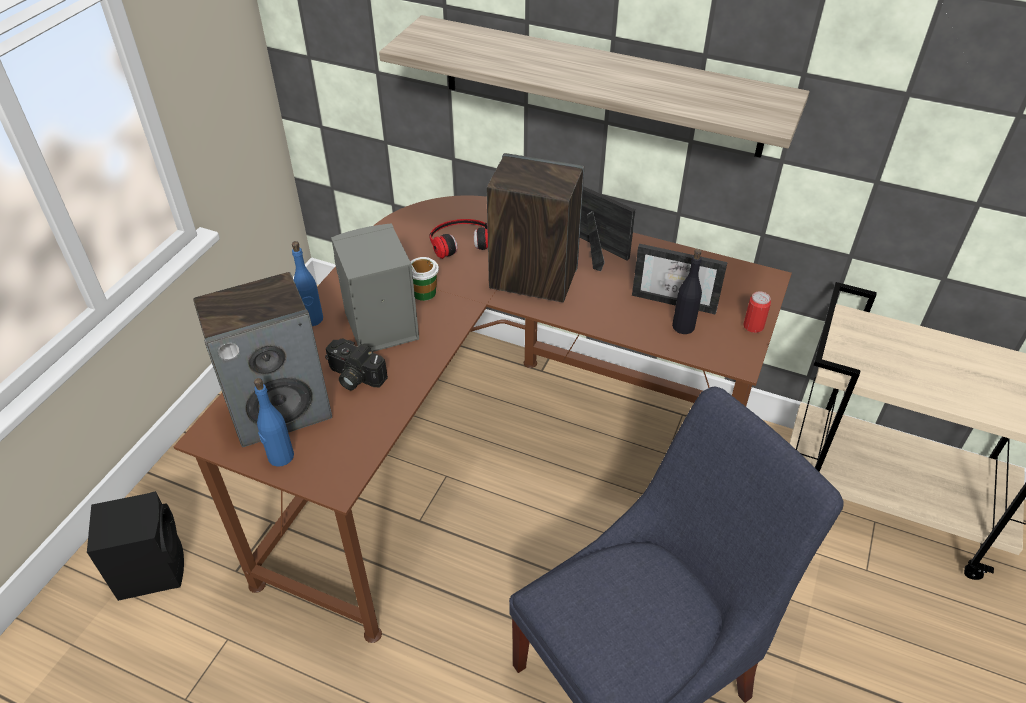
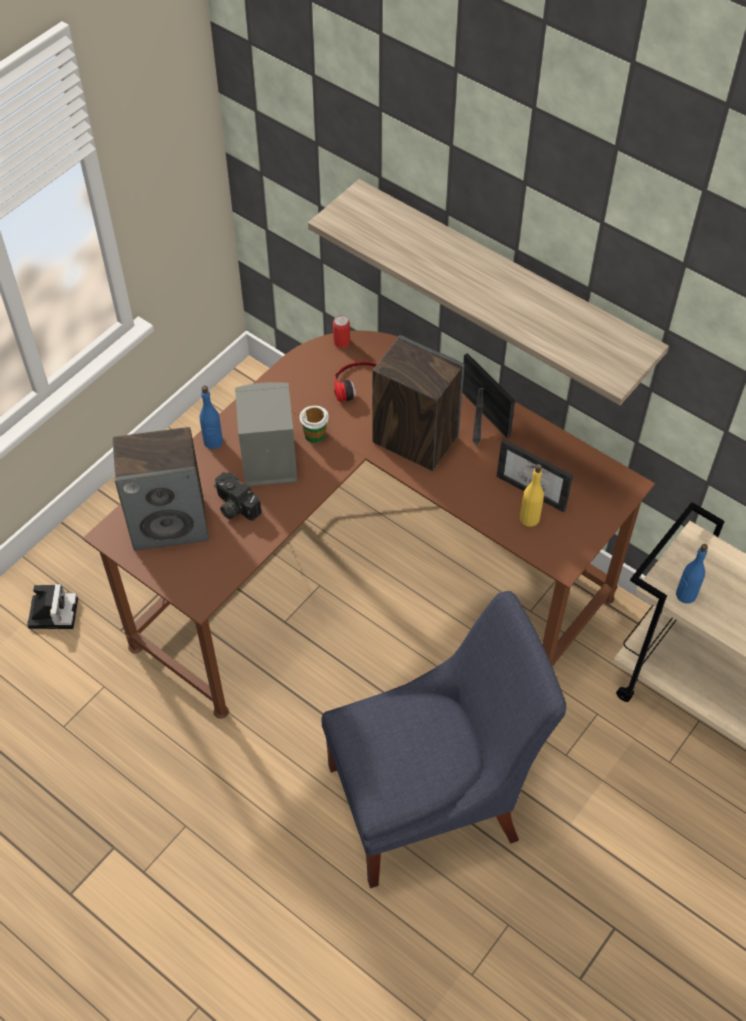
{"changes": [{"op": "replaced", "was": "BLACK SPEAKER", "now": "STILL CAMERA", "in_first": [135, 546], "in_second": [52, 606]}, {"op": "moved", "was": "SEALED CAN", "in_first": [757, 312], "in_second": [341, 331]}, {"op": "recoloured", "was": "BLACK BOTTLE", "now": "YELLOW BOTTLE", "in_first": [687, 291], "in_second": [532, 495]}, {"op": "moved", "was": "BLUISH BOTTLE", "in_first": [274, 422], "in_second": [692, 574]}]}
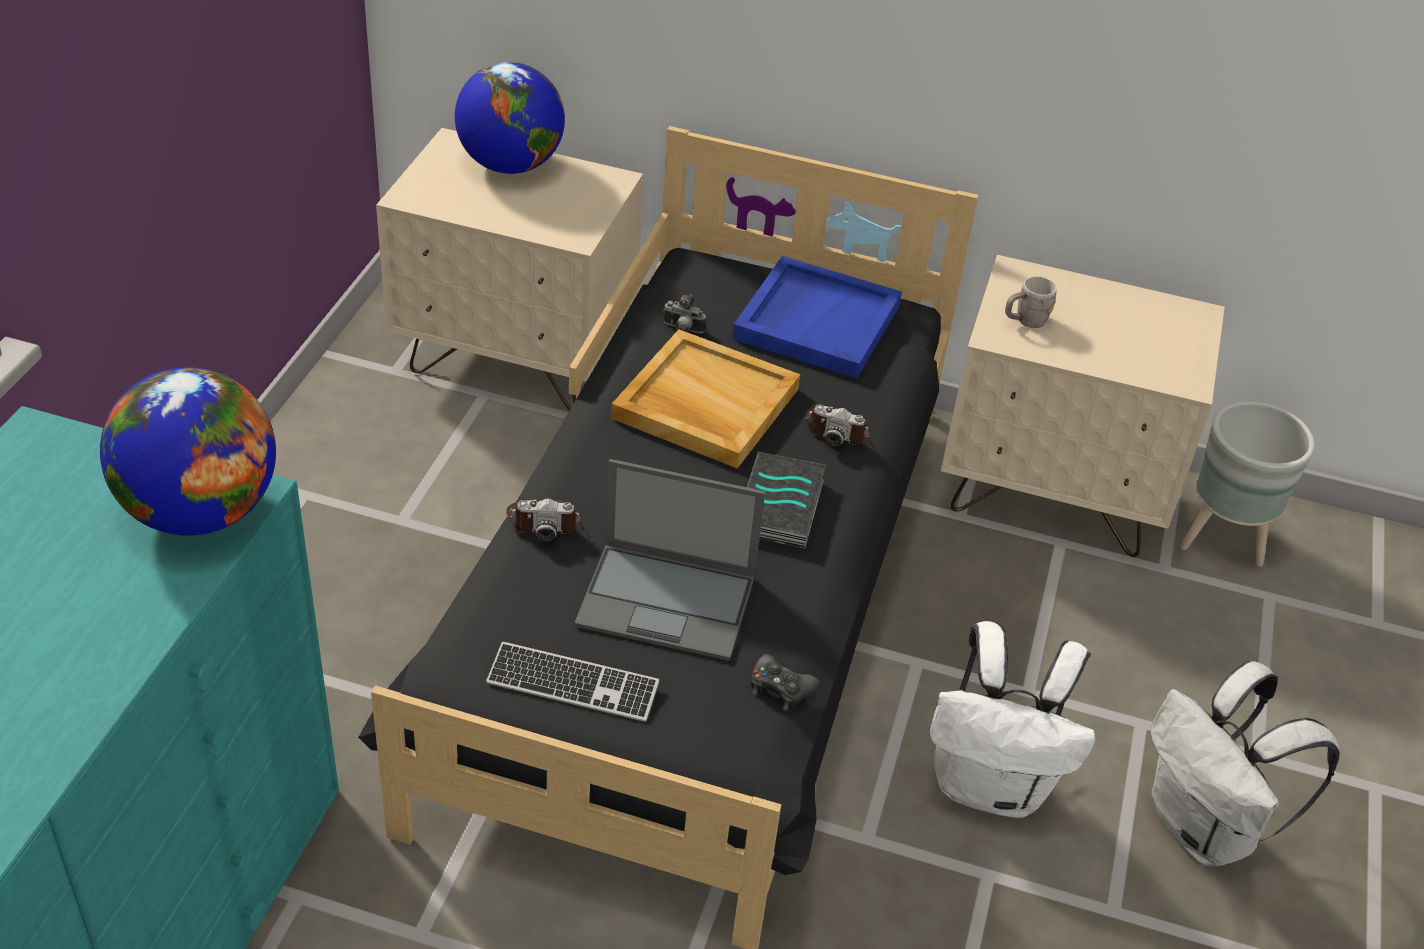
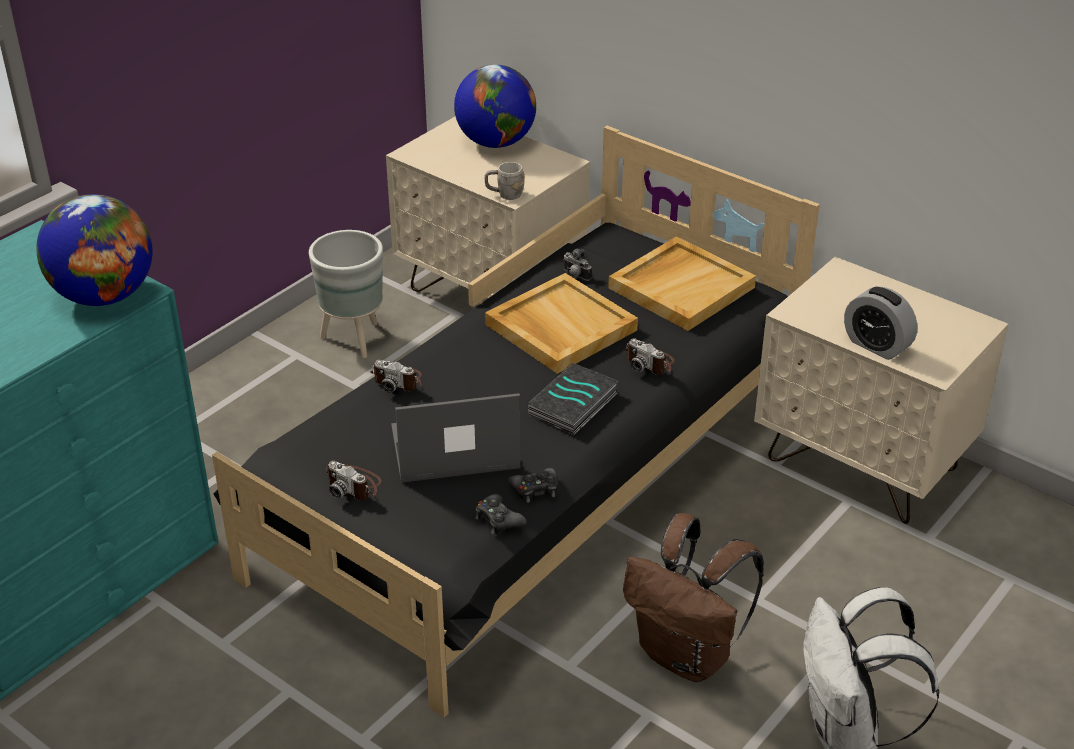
{"changes": [{"op": "moved", "was": "GRAY PLANT POT", "in_first": [1247, 484], "in_second": [346, 294]}, {"op": "replaced", "was": "PC KEYBOARD", "now": "STILL CAMERA", "in_first": [572, 682], "in_second": [353, 481]}, {"op": "turned", "was": "NOTEBOOK COMPUTER", "in_first": [669, 560], "in_second": [455, 438], "clockwise": 135}, {"op": "moved", "was": "GRAY MUG", "in_first": [1031, 302], "in_second": [505, 181]}, {"op": "added", "now": "BLACK GAME CONTROLLER", "in_second": [533, 485]}, {"op": "recoloured", "was": "BLUISH TRAY", "now": "SAND-COLOURED TRAY", "in_first": [817, 317], "in_second": [682, 283]}, {"op": "recoloured", "was": "WHITE KNAPSACK", "now": "BROWN-COLOURED KNAPSACK", "in_first": [1012, 719], "in_second": [693, 597]}, {"op": "added", "now": "TABLE CLOCK", "in_second": [881, 323]}]}
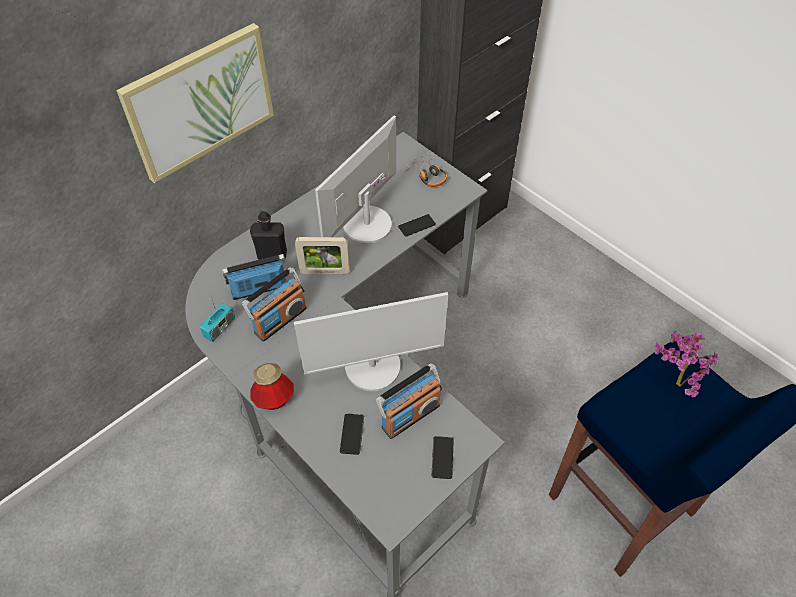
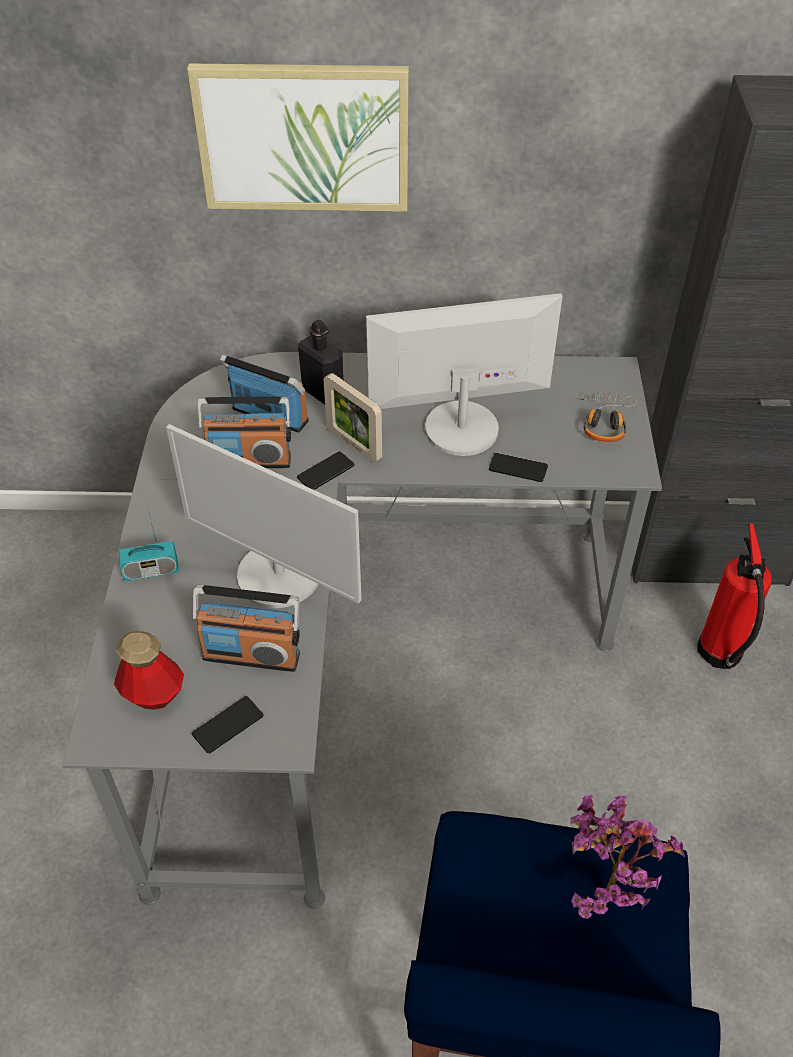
{"changes": [{"op": "moved", "was": "BOTTLE", "in_first": [272, 386], "in_second": [149, 670]}, {"op": "moved", "was": "RADIO RECEIVER", "in_first": [217, 319], "in_second": [148, 545]}, {"op": "moved", "was": "TELEPHONE", "in_first": [352, 434], "in_second": [326, 470]}, {"op": "added", "now": "EXTINGUISHER", "in_second": [734, 596]}]}
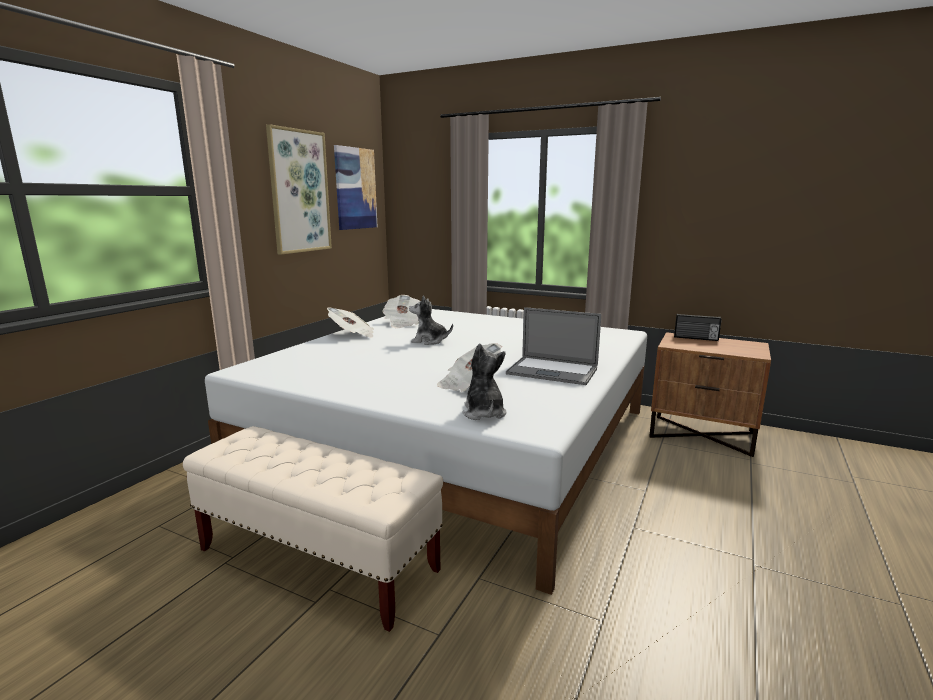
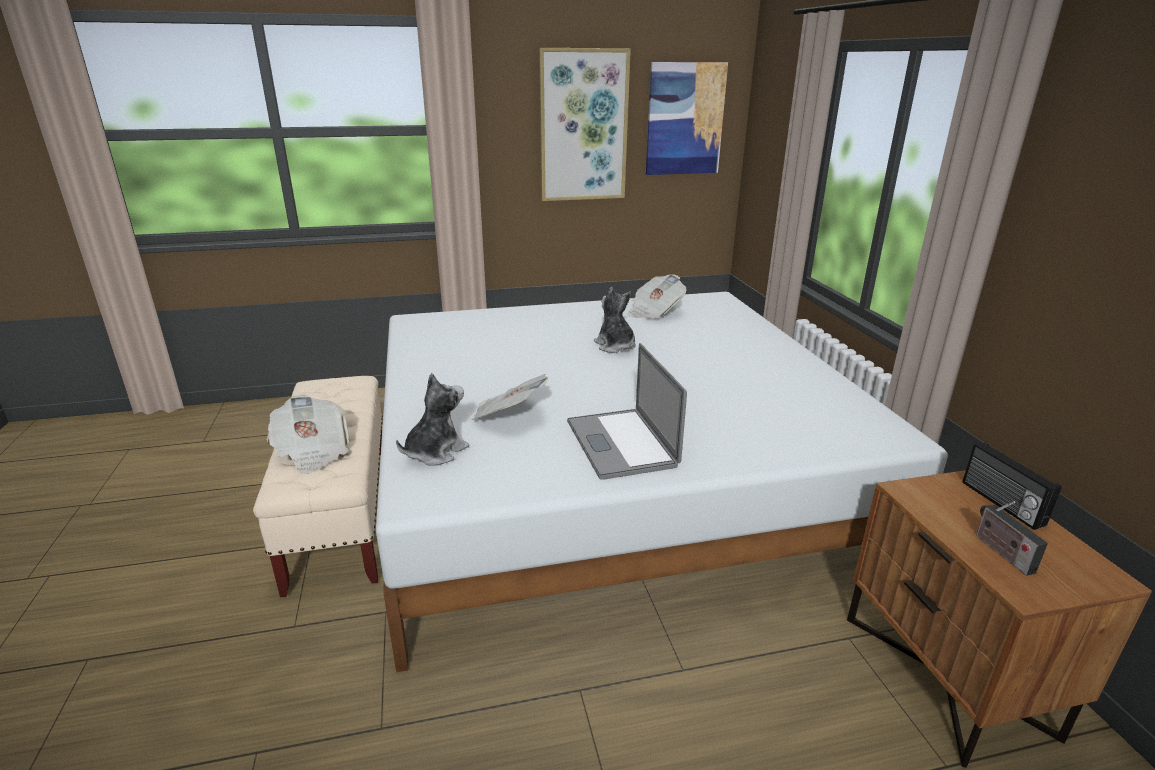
{"changes": [{"op": "moved", "was": "NEWSPAPER", "in_first": [350, 322], "in_second": [308, 434]}, {"op": "added", "now": "RADIO RECEIVER", "in_second": [1012, 538]}]}
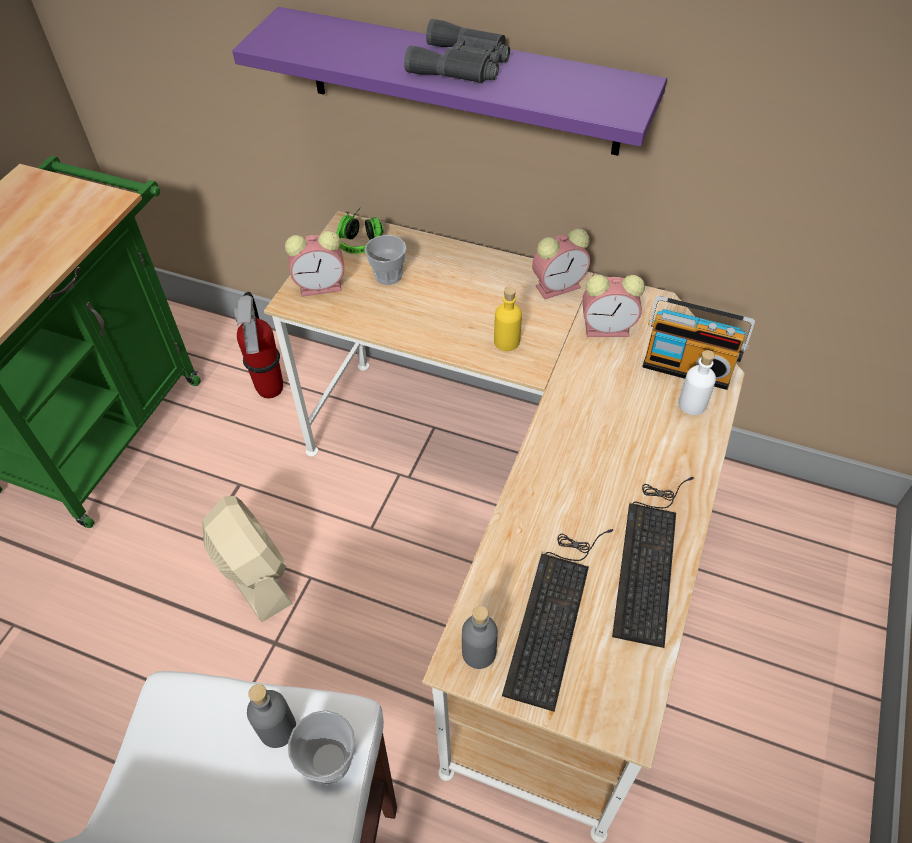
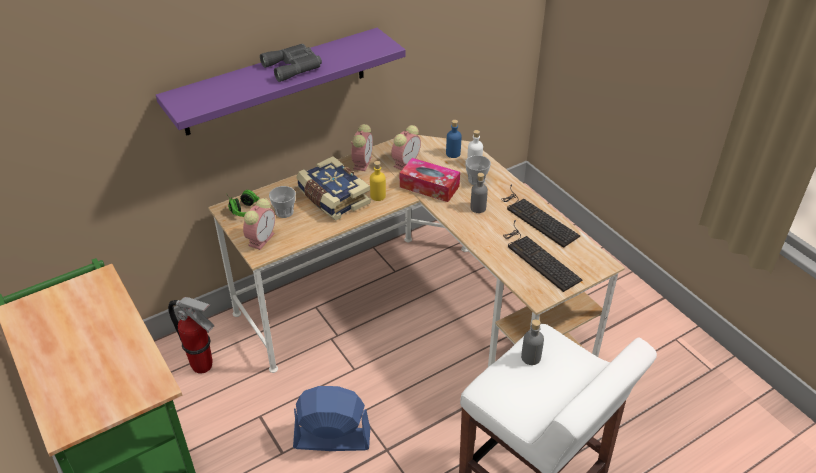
{"changes": [{"op": "recoloured", "was": "SAND-COLOURED COOLING FAN", "now": "BLUISH COOLING FAN", "in_first": [247, 559], "in_second": [331, 418]}, {"op": "added", "now": "VOLUME", "in_second": [333, 188]}, {"op": "added", "now": "BOX OF TISSUES", "in_second": [430, 180]}, {"op": "replaced", "was": "RADIO RECEIVER", "now": "BLUISH BOTTLE", "in_first": [698, 343], "in_second": [454, 139]}, {"op": "moved", "was": "SMALL CUP", "in_first": [321, 747], "in_second": [478, 170]}, {"op": "moved", "was": "GRAY BOTTLE", "in_first": [480, 637], "in_second": [479, 193]}]}
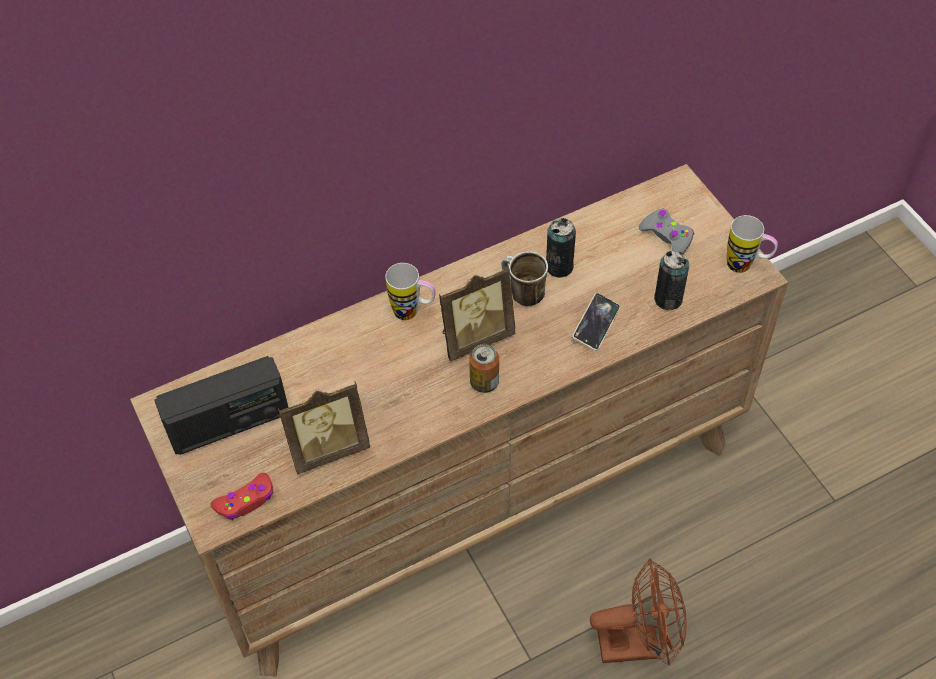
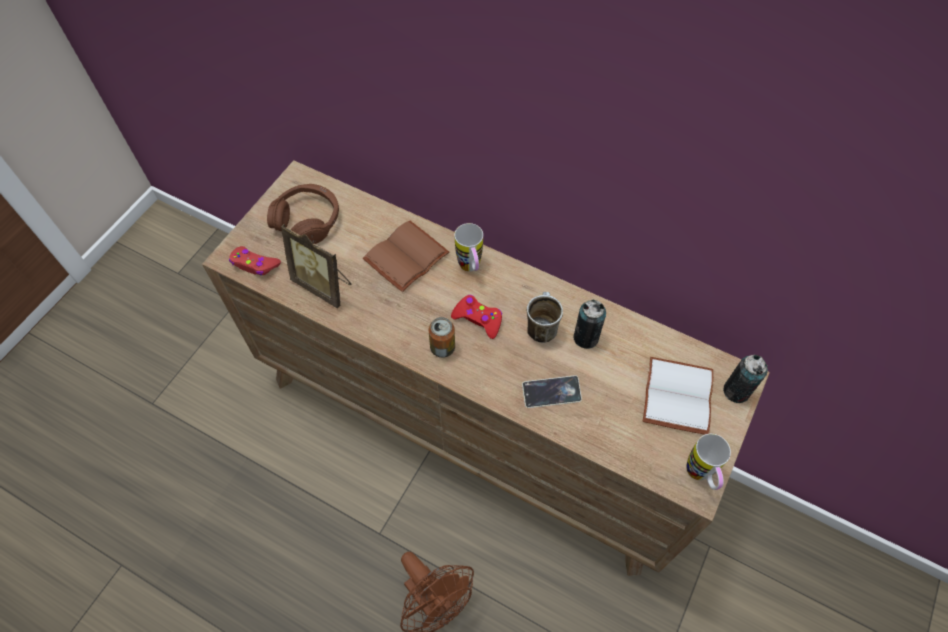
{"changes": [{"op": "replaced", "was": "RADIO RECEIVER", "now": "BROWN-COLOURED HEADSET", "in_first": [221, 405], "in_second": [303, 214]}, {"op": "added", "now": "BROWN-COLOURED VOLUME", "in_second": [406, 256]}, {"op": "replaced", "was": "PICTURE FRAME", "now": "RED-COLOURED GAME CONTROLLER", "in_first": [477, 313], "in_second": [476, 317]}, {"op": "replaced", "was": "GRAY GAME CONTROLLER", "now": "WHITE VOLUME", "in_first": [666, 231], "in_second": [678, 396]}, {"op": "moved", "was": "SEALED CAN", "in_first": [671, 280], "in_second": [745, 379]}]}
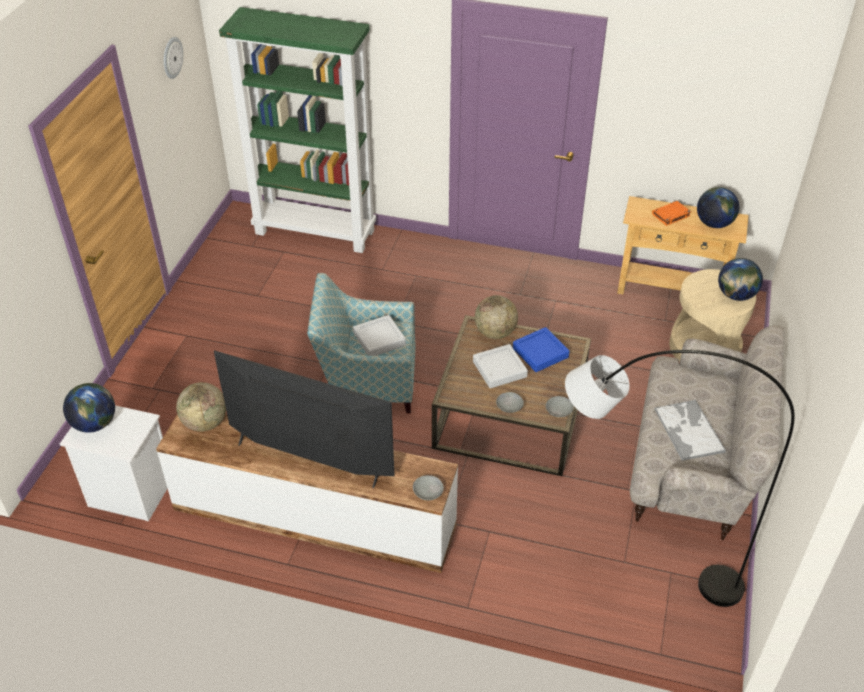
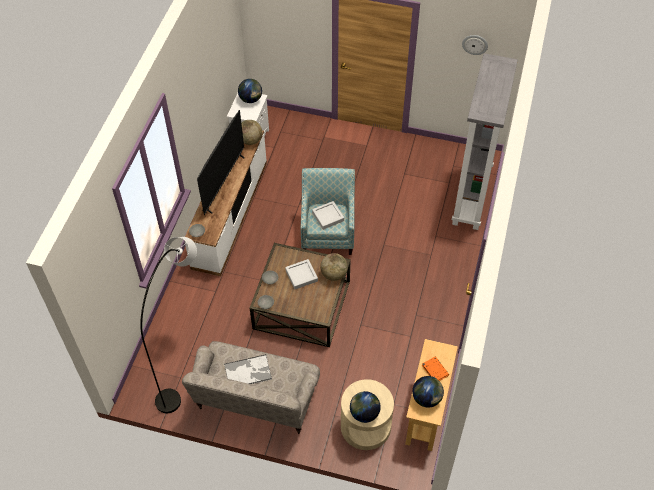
{"changes": [{"op": "recoloured", "was": "GREENISH BOOKCASE", "now": "GRAY BOOKCASE", "in_first": [297, 130], "in_second": [485, 141]}, {"op": "removed", "was": "BLUISH TRAY", "in_first": [541, 349]}]}
